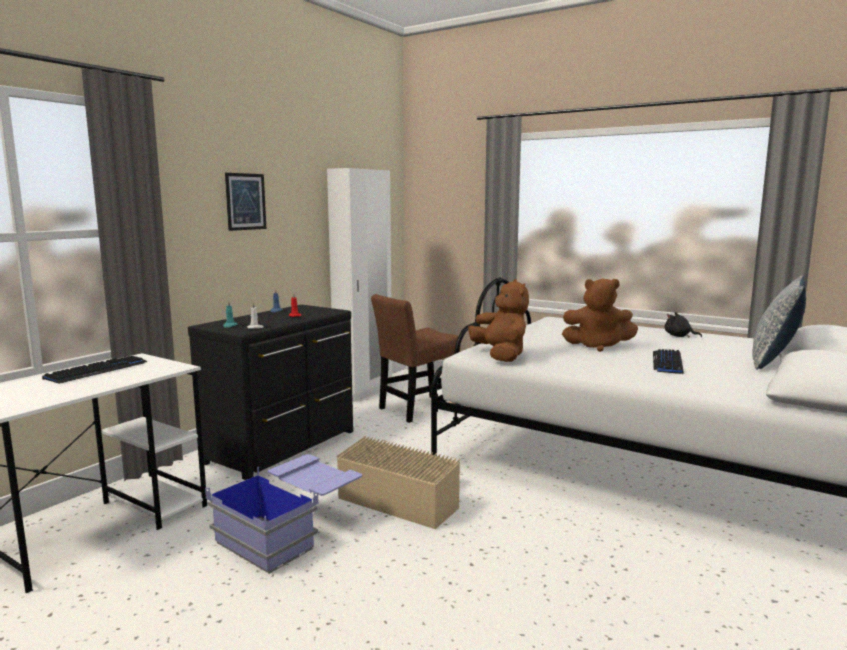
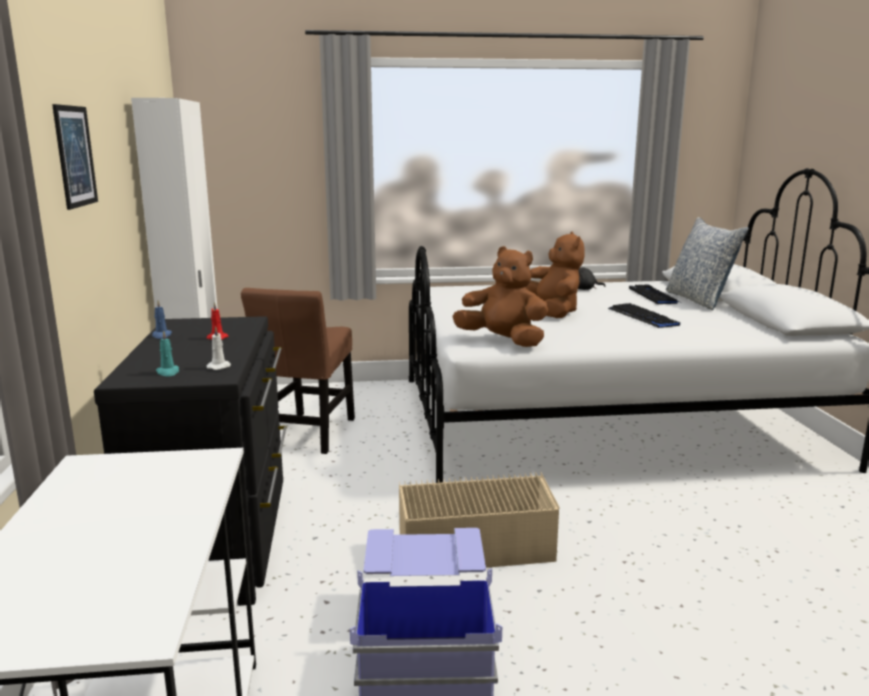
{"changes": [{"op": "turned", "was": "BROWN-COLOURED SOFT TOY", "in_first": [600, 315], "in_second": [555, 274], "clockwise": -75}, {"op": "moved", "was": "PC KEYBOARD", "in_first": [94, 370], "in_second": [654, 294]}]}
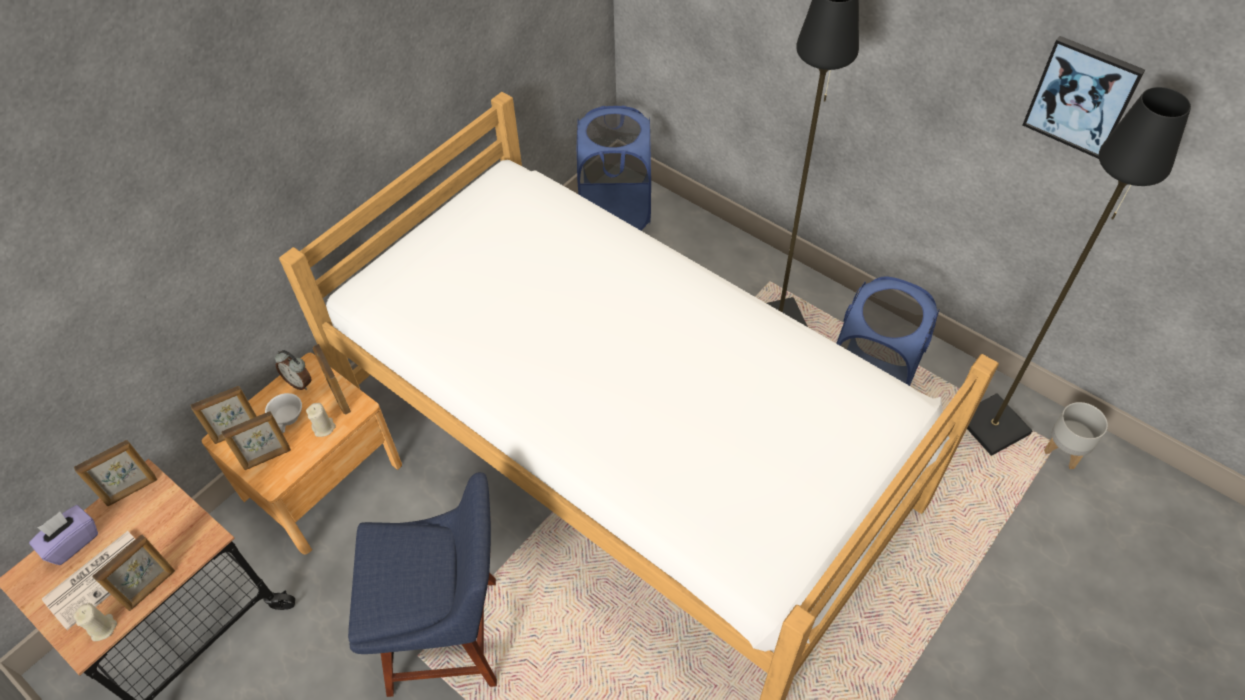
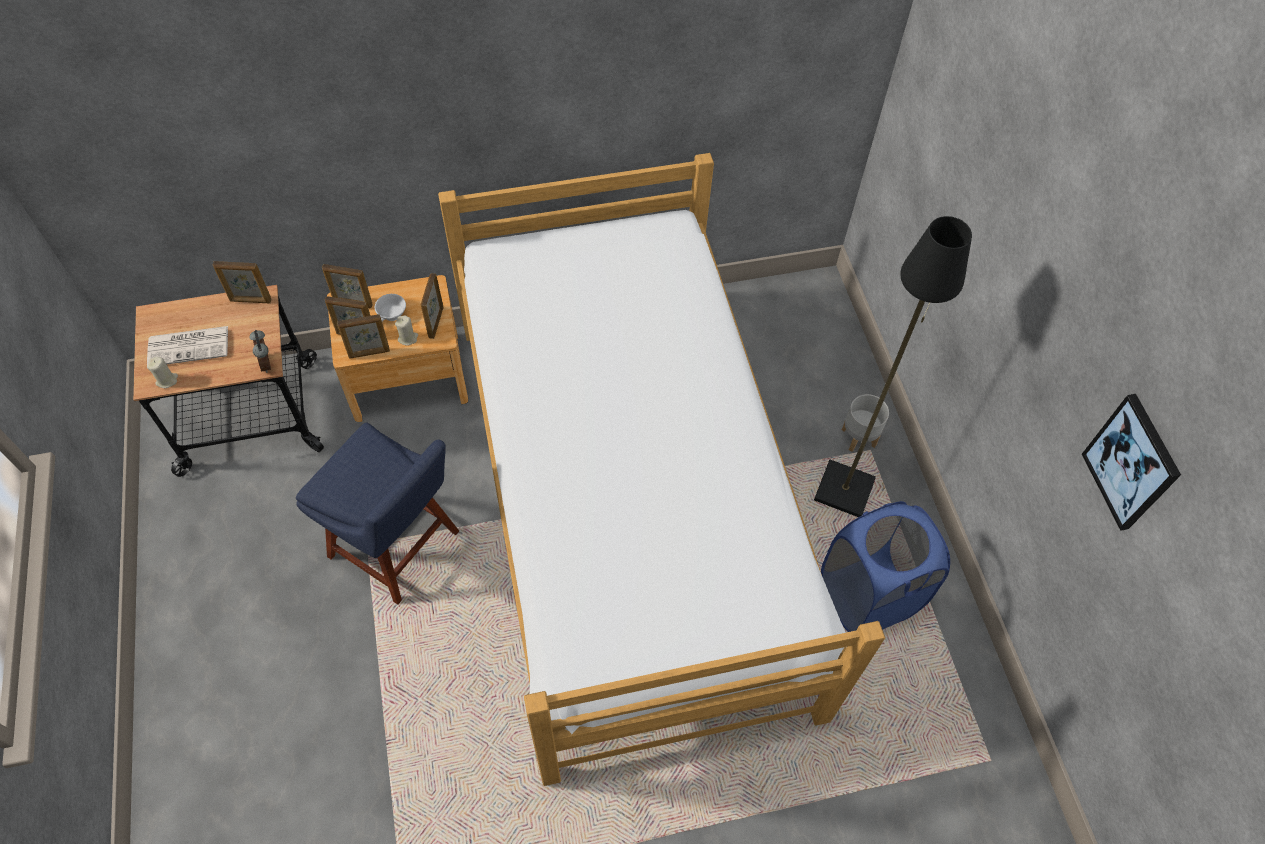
{"changes": [{"op": "moved", "was": "TABLE CLOCK", "in_first": [293, 370], "in_second": [260, 351]}, {"op": "moved", "was": "PICTURE FRAME", "in_first": [133, 572], "in_second": [363, 336]}, {"op": "moved", "was": "GRAY PLANT POT", "in_first": [1076, 435], "in_second": [865, 423]}, {"op": "removed", "was": "PURPLISH BOX OF TISSUES", "in_first": [63, 535]}, {"op": "removed", "was": "BLUISH WASHING BASKET", "in_first": [614, 167]}, {"op": "removed", "was": "BLACK STANDING LAMP", "in_first": [1079, 271]}]}
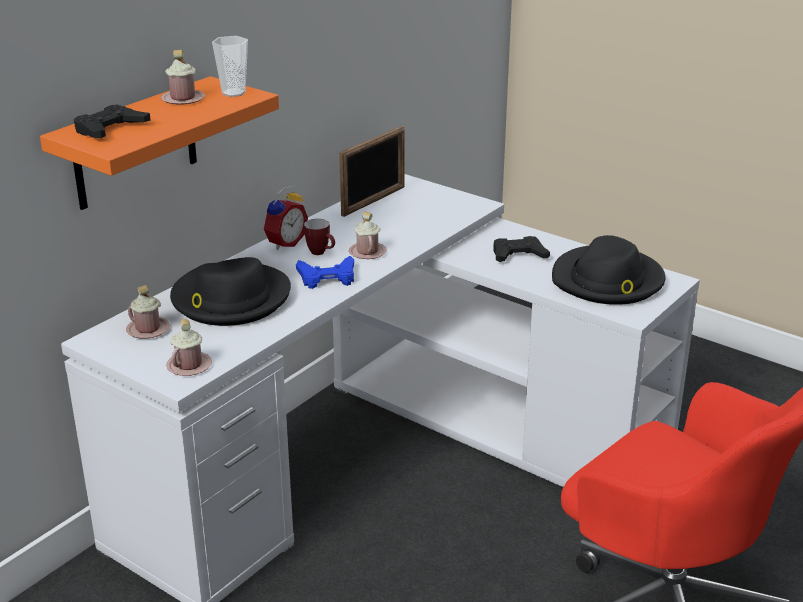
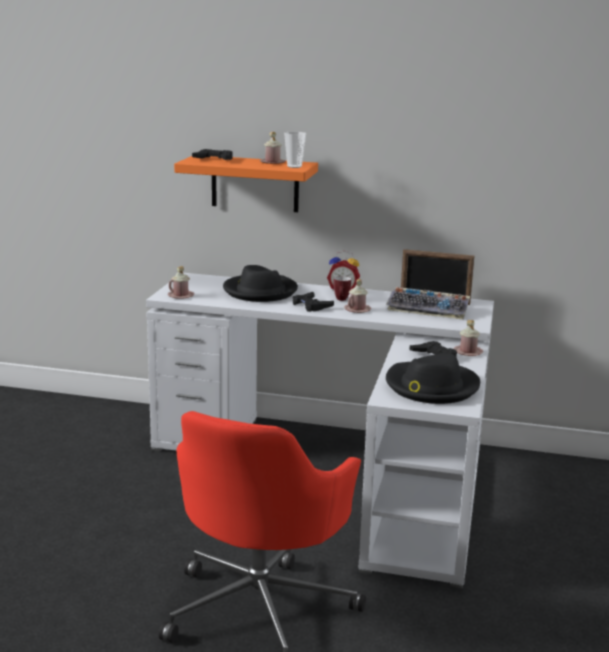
{"changes": [{"op": "recoloured", "was": "BLUISH GAME CONTROLLER", "now": "BLACK GAME CONTROLLER", "in_first": [325, 272], "in_second": [313, 302]}, {"op": "added", "now": "PC KEYBOARD", "in_second": [428, 303]}, {"op": "moved", "was": "PINK MUG", "in_first": [148, 312], "in_second": [468, 338]}]}
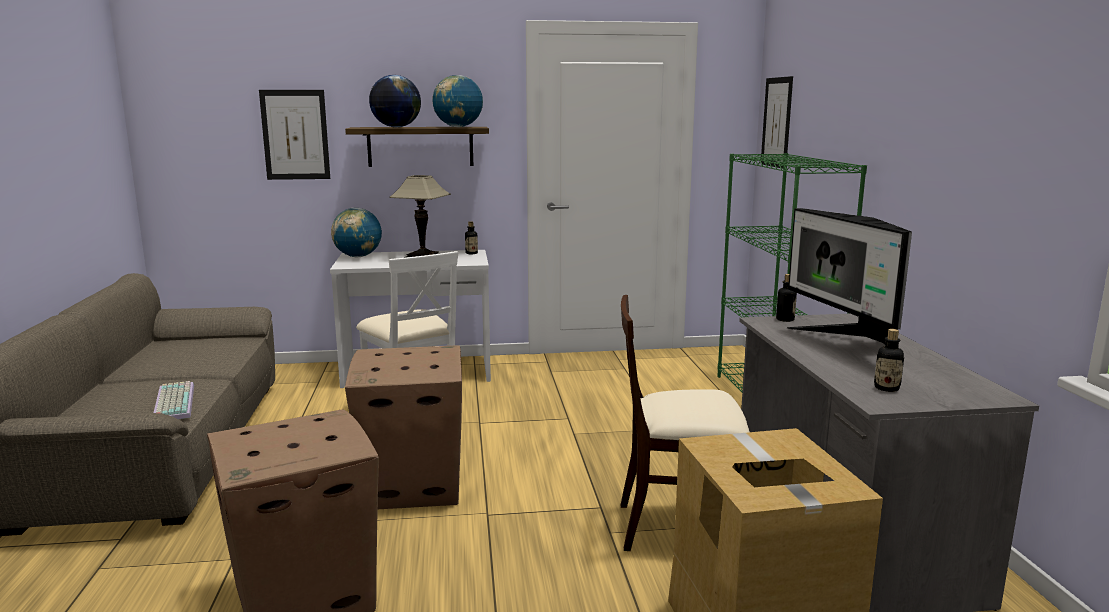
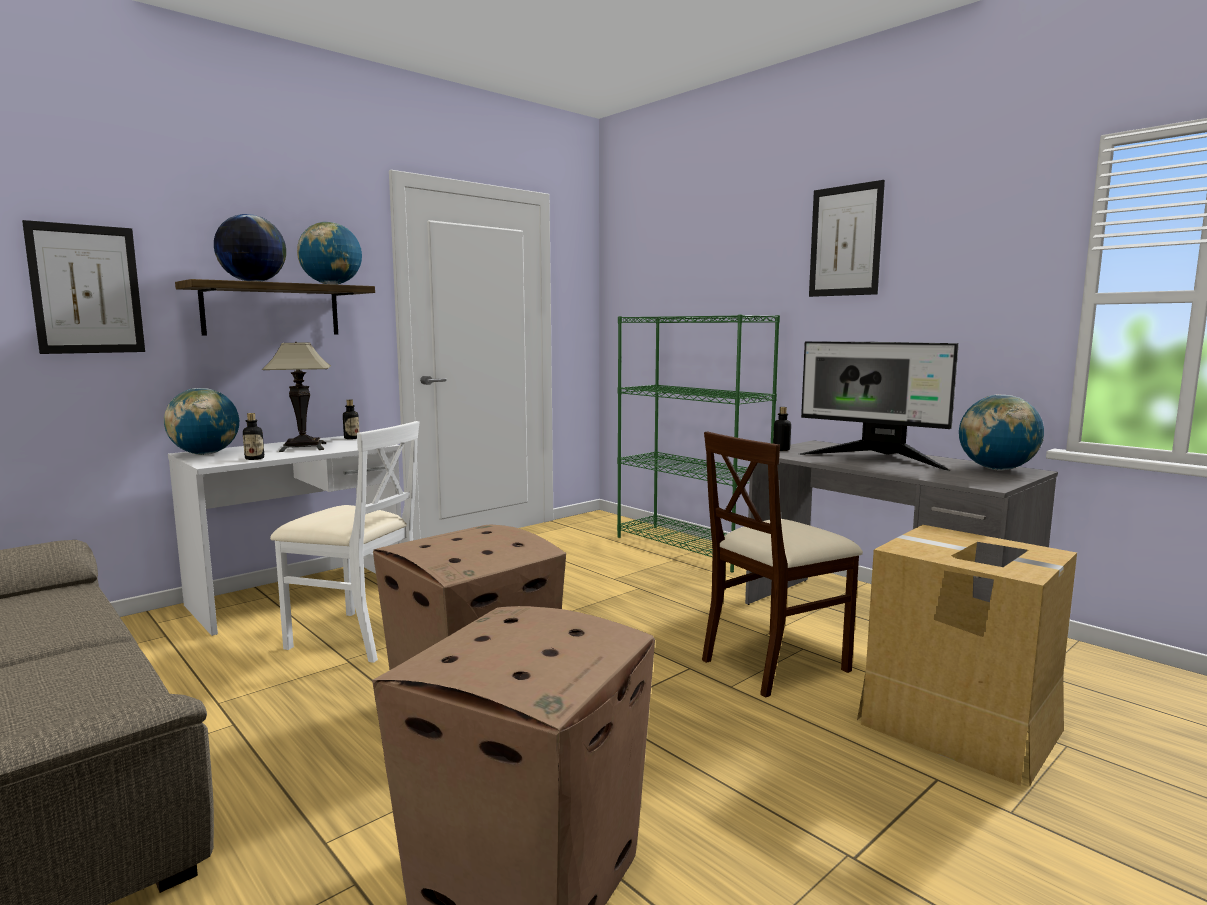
{"changes": [{"op": "moved", "was": "BOTTLE", "in_first": [889, 360], "in_second": [253, 436]}, {"op": "moved", "was": "PICTURE", "in_first": [777, 122], "in_second": [847, 238]}, {"op": "added", "now": "DESK GLOBE", "in_second": [1001, 432]}, {"op": "removed", "was": "PC KEYBOARD", "in_first": [174, 400]}]}
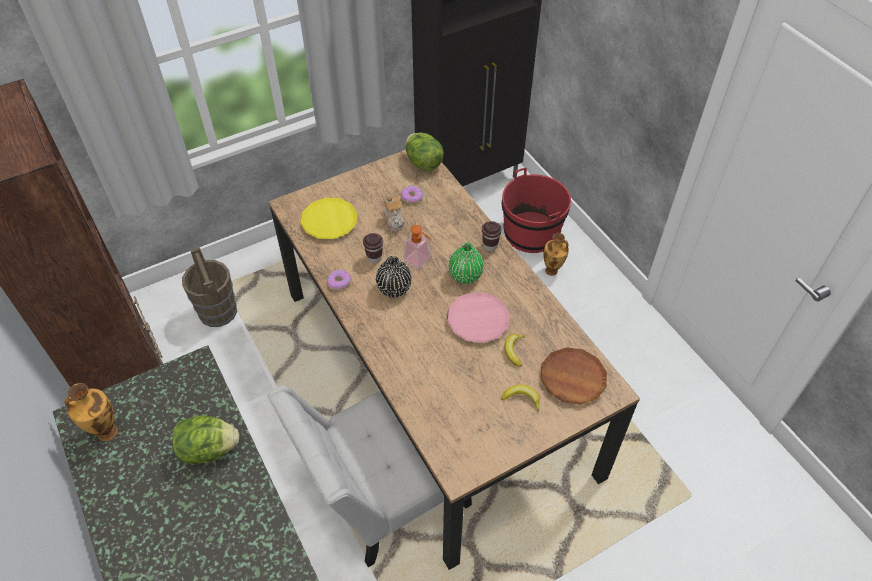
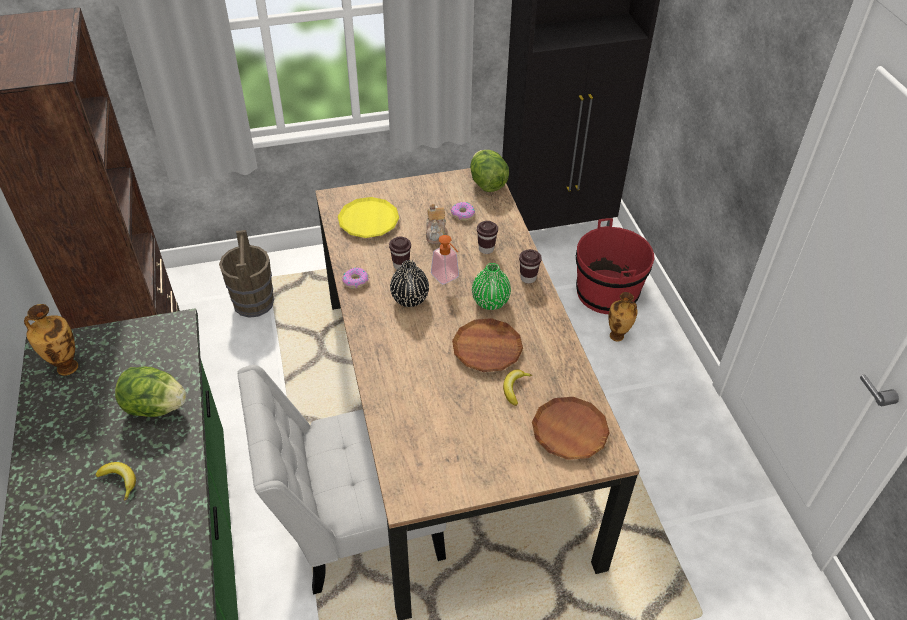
{"changes": [{"op": "moved", "was": "BANANA FRUIT", "in_first": [521, 398], "in_second": [116, 481]}, {"op": "recoloured", "was": "PINK PLATE", "now": "BROWN-COLOURED PLATE", "in_first": [478, 317], "in_second": [487, 345]}, {"op": "added", "now": "BROWN-COLOURED SMALL CUP", "in_second": [487, 237]}]}
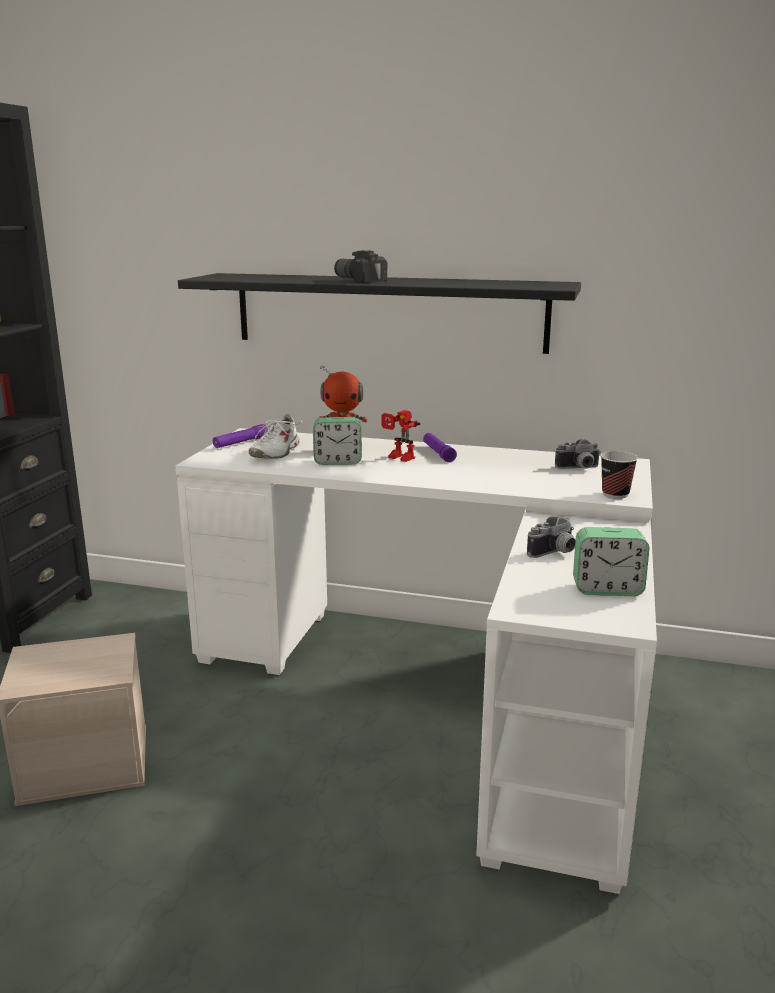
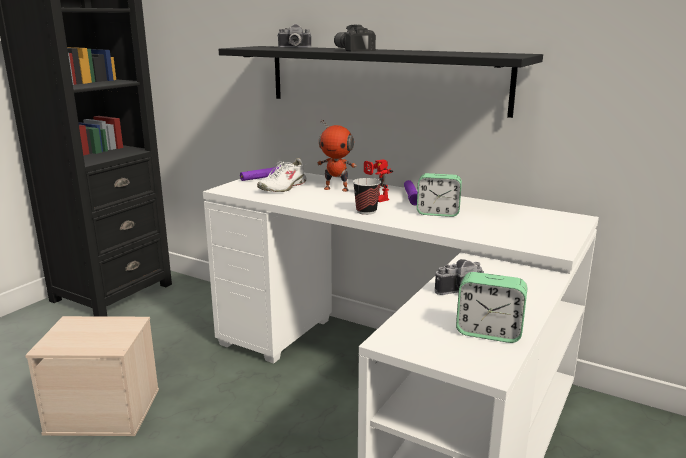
{"changes": [{"op": "moved", "was": "STILL CAMERA", "in_first": [578, 454], "in_second": [294, 35]}, {"op": "moved", "was": "SMALL CUP", "in_first": [619, 475], "in_second": [367, 196]}, {"op": "moved", "was": "TABLE CLOCK", "in_first": [337, 441], "in_second": [439, 195]}]}
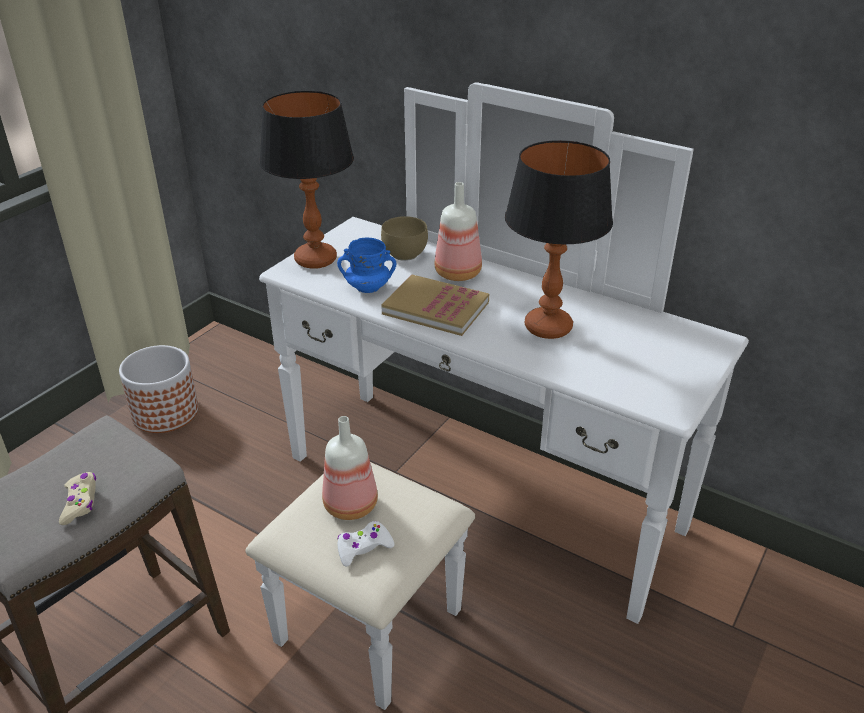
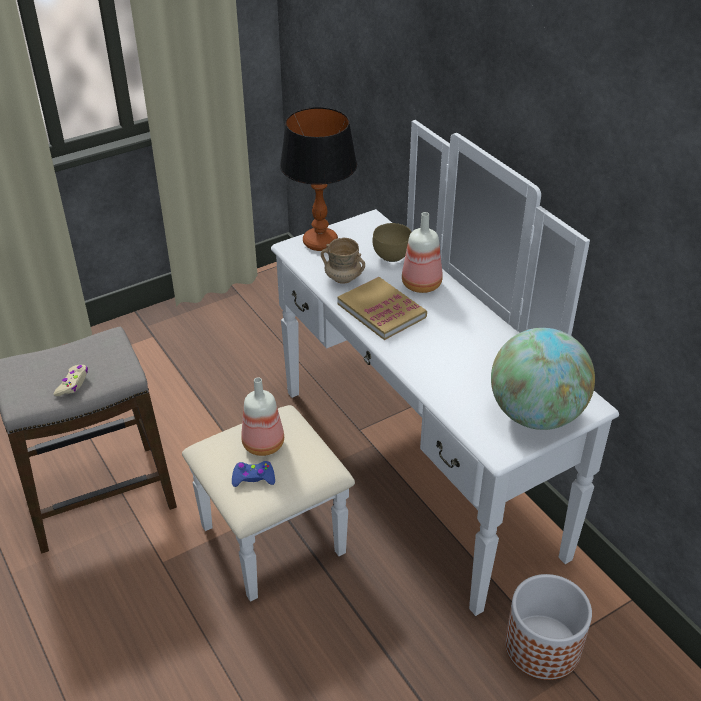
{"changes": [{"op": "recoloured", "was": "WHITE GAME CONTROLLER", "now": "BLUISH GAME CONTROLLER", "in_first": [365, 544], "in_second": [253, 474]}, {"op": "recoloured", "was": "BLUISH MUG", "now": "SAND-COLOURED MUG", "in_first": [367, 265], "in_second": [343, 260]}, {"op": "added", "now": "DESK GLOBE", "in_second": [543, 379]}, {"op": "moved", "was": "PLANT POT", "in_first": [158, 389], "in_second": [548, 627]}, {"op": "removed", "was": "TABLE LAMP", "in_first": [559, 239]}]}
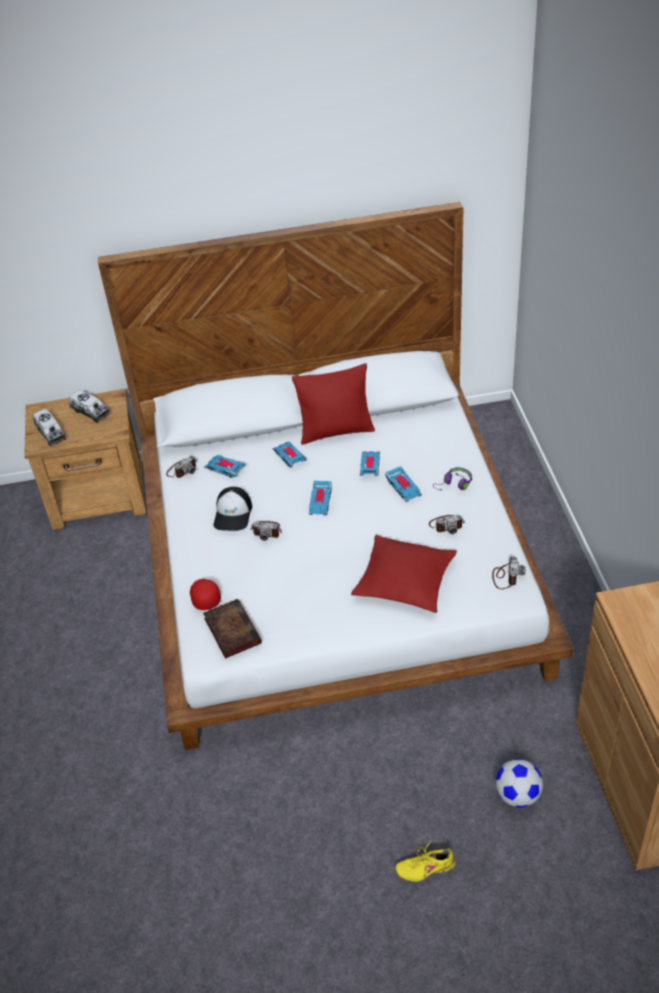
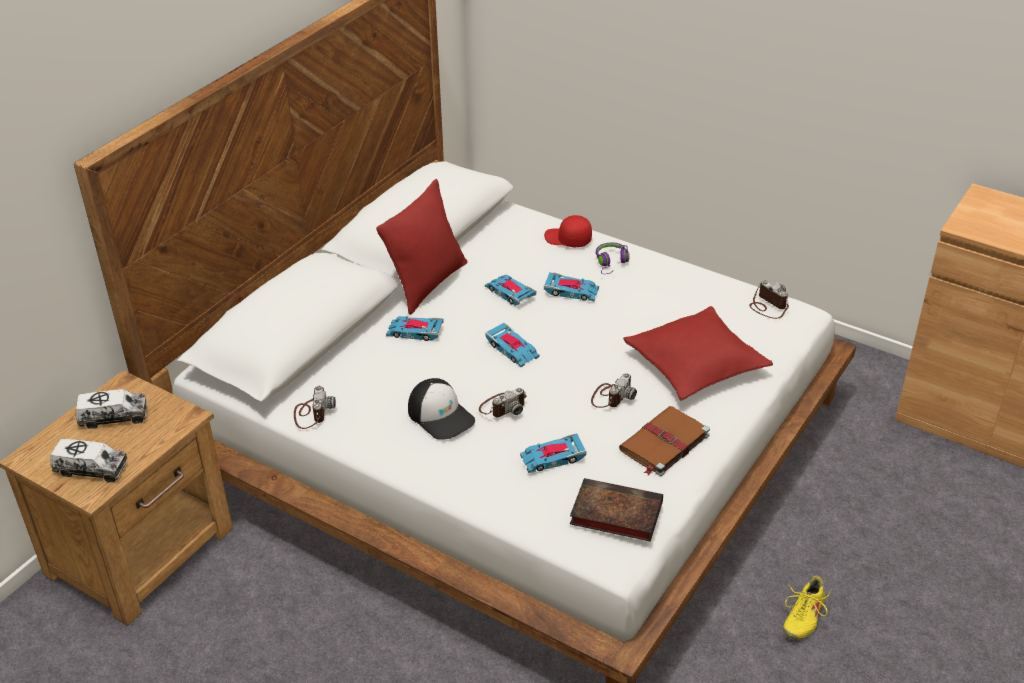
{"changes": [{"op": "moved", "was": "MINIATURE CAR", "in_first": [225, 466], "in_second": [553, 453]}, {"op": "moved", "was": "RED-COLOURED CAP", "in_first": [205, 594], "in_second": [568, 231]}, {"op": "moved", "was": "STILL CAMERA", "in_first": [447, 524], "in_second": [614, 390]}, {"op": "added", "now": "BROWN-COLOURED VOLUME", "in_second": [664, 441]}, {"op": "moved", "was": "YELLOW SHOE", "in_first": [424, 861], "in_second": [807, 607]}, {"op": "removed", "was": "FOOTBALL", "in_first": [519, 783]}]}
